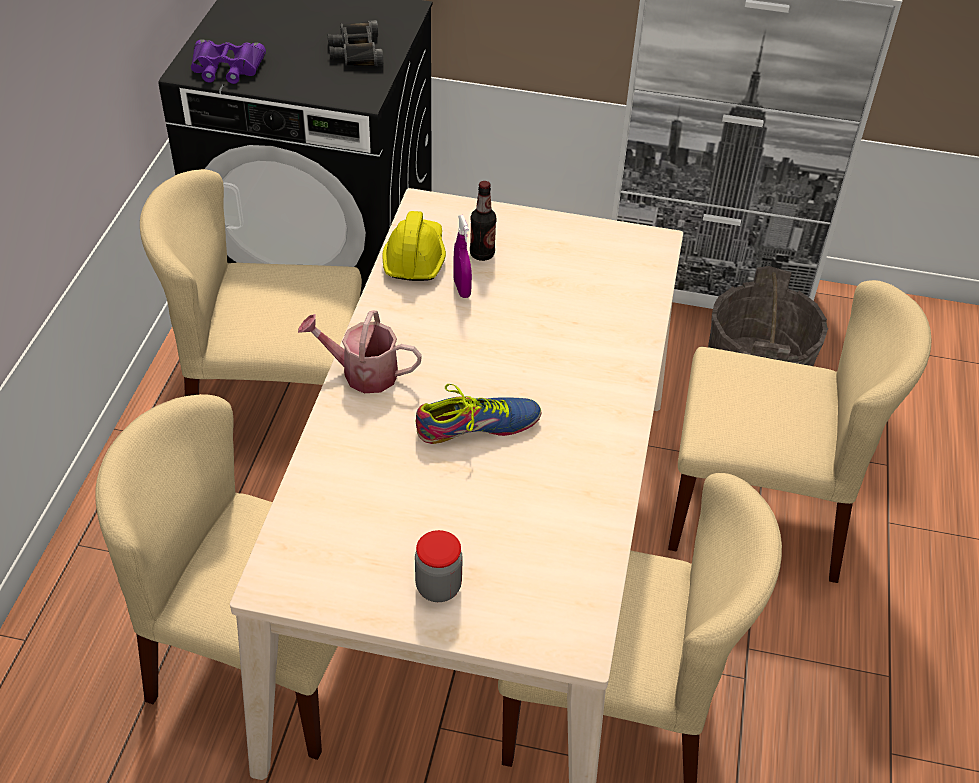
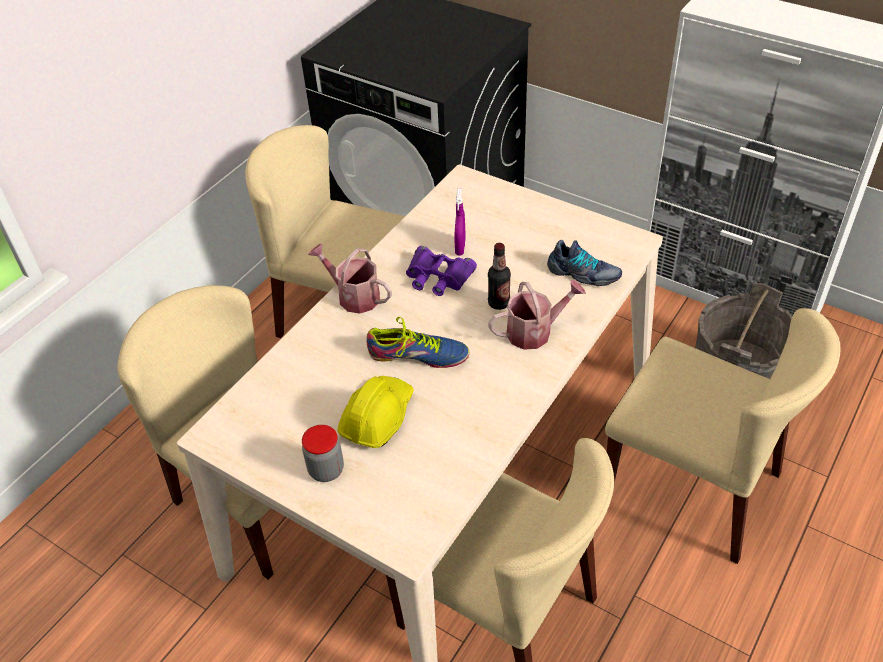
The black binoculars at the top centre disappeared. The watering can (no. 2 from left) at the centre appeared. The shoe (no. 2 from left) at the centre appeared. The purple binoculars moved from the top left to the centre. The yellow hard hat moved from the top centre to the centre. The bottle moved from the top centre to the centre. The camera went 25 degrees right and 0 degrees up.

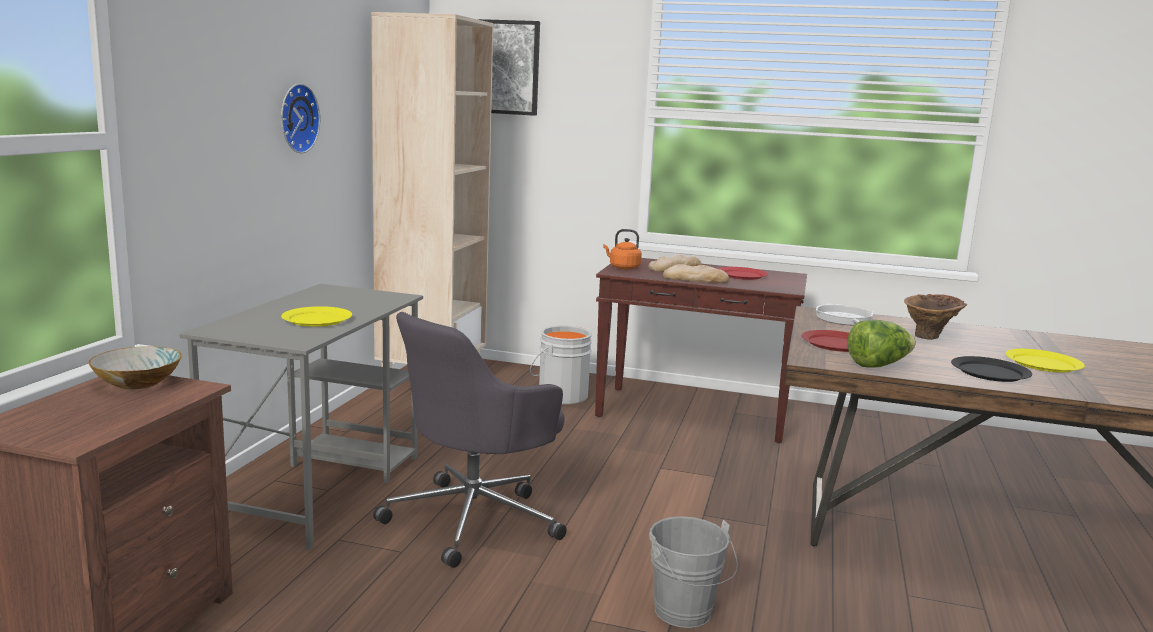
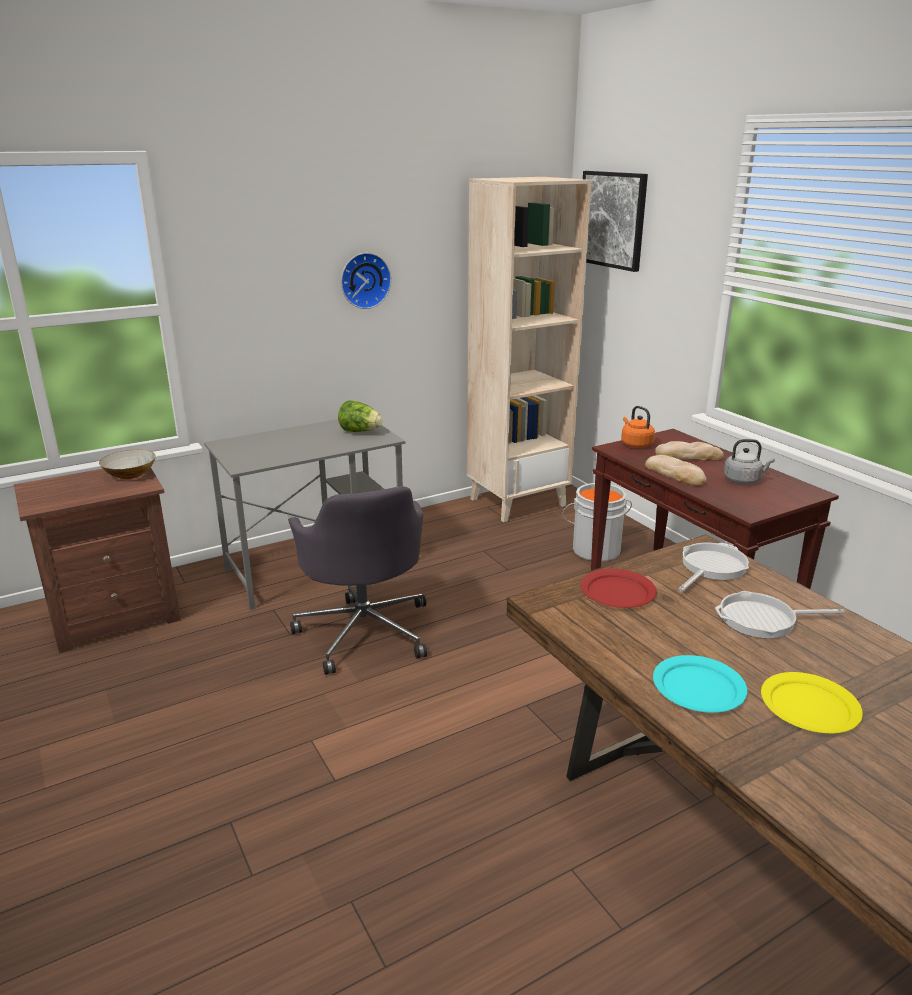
The yellow plate (no. 1 from left) at the middle left disappeared. The grey bucket (no. 2 from left) at the bottom centre disappeared. The lettuce moved from the middle right to the centre. The red plate (no. 1 from left) at the centre was replaced by the grey kettle at the middle right. The brown vase at the middle right was replaced by the frying pan (no. 2 from left) at the middle right. The black plate at the middle right became the turquoise plate at the bottom right. The grey office chair at the bottom centre turned 105 degrees counterclockwise. The camera went 45 degrees right and 10 degrees up.

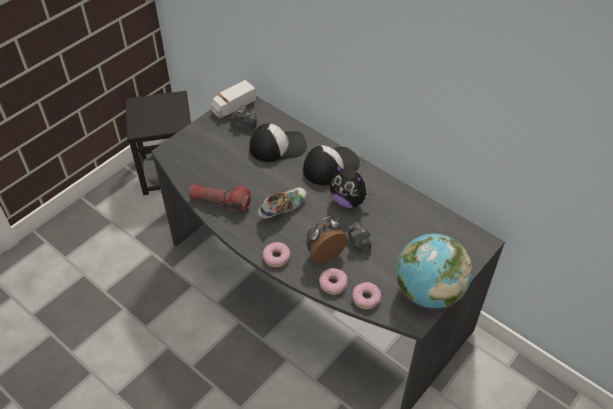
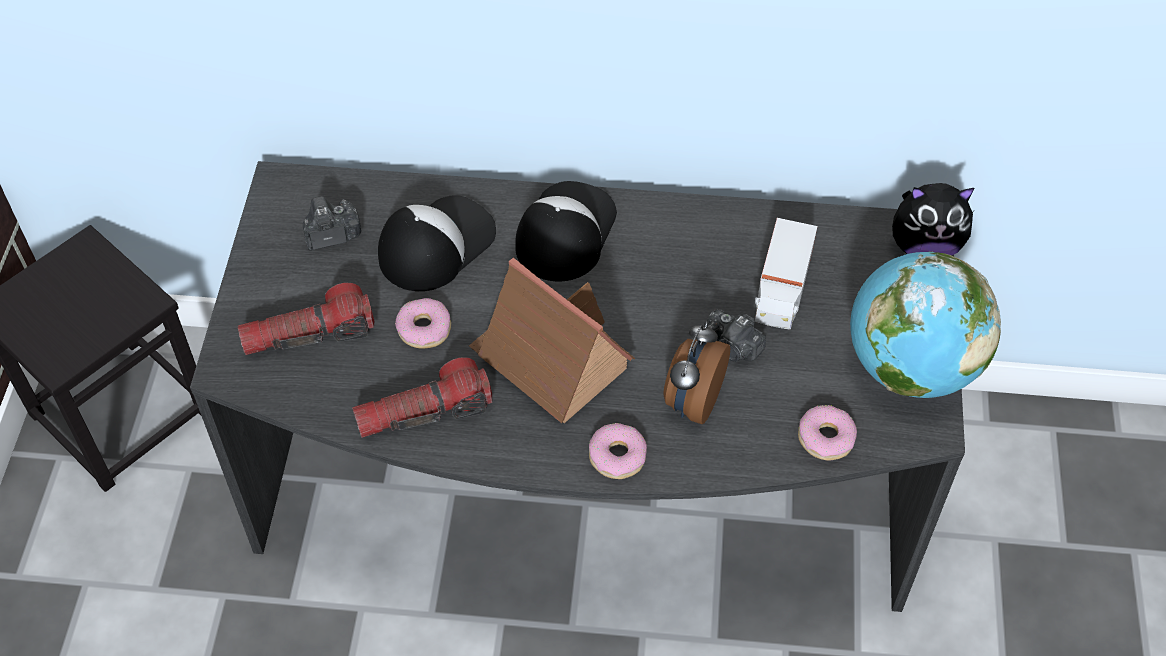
The flashlight (no. 1 from left) at the middle left appeared. The toy truck moved from the top centre to the middle right. The donut (no. 2 from left in the first image) moved from the bottom centre to the centre. The plush toy moved from the centre to the middle right. The shoe at the centre was replaced by the toy house at the centre. The camera went 35 degrees left and 5 degrees up.

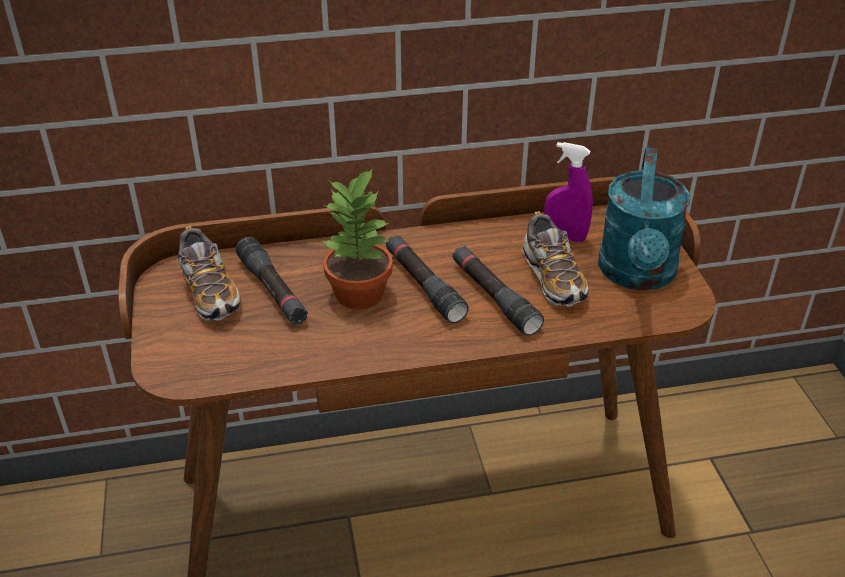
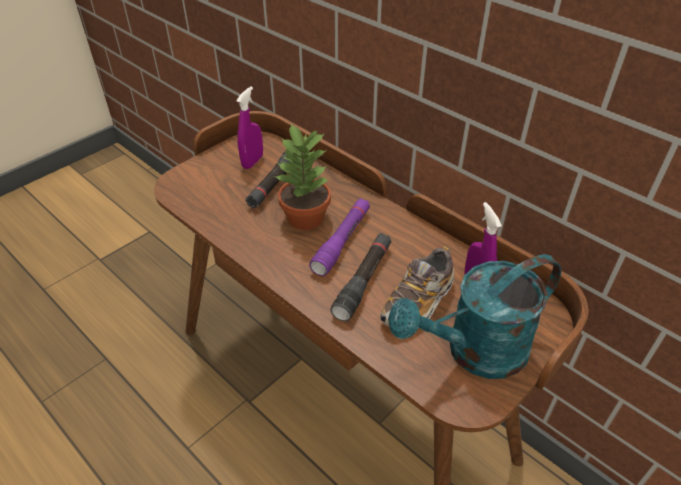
The shoe (no. 1 from left) at the middle left was replaced by the purple spray bottle (no. 1 from left) at the top centre. The black flashlight (no. 2 from left) at the centre became the purple flashlight at the centre. The camera went 55 degrees right and 5 degrees up.

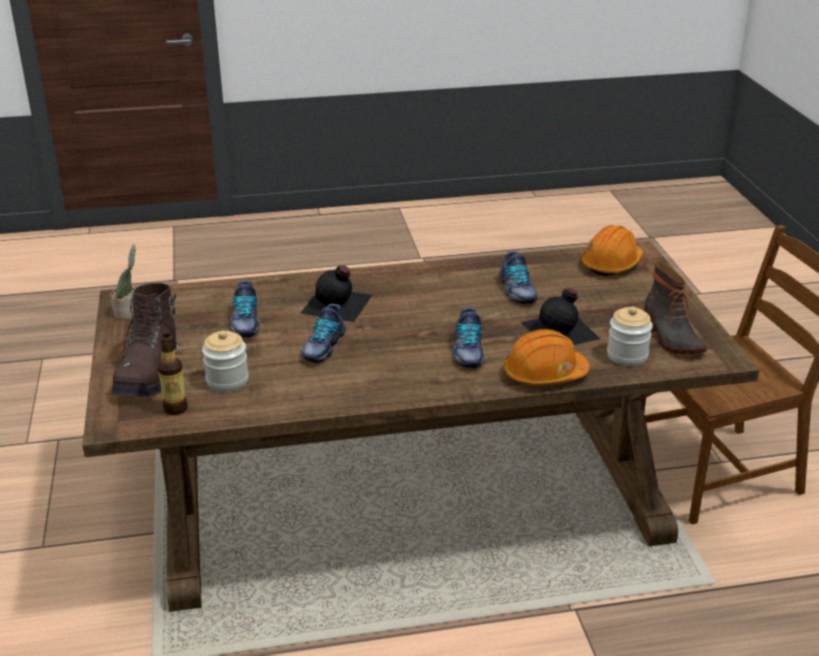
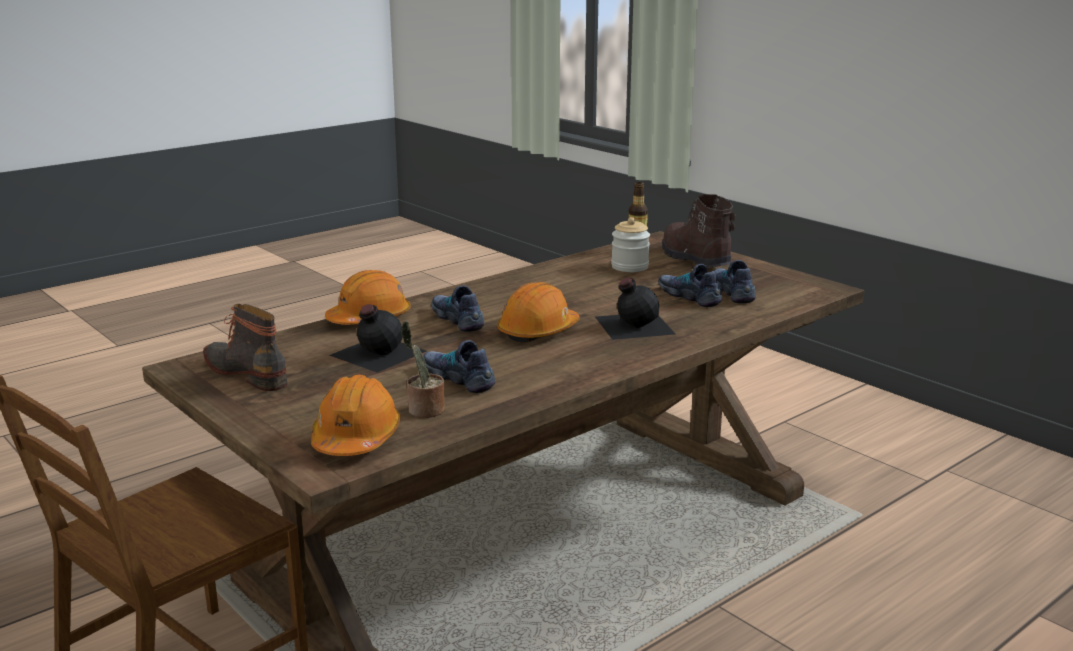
The jar (no. 2 from left) at the middle right disappeared. The orange hard hat (no. 3 from left) at the centre appeared. The potted plant moved from the middle left to the centre. The shoe (no. 2 from left in the first image) moved from the centre to the middle right. The camera went 150 degrees right and 10 degrees down.

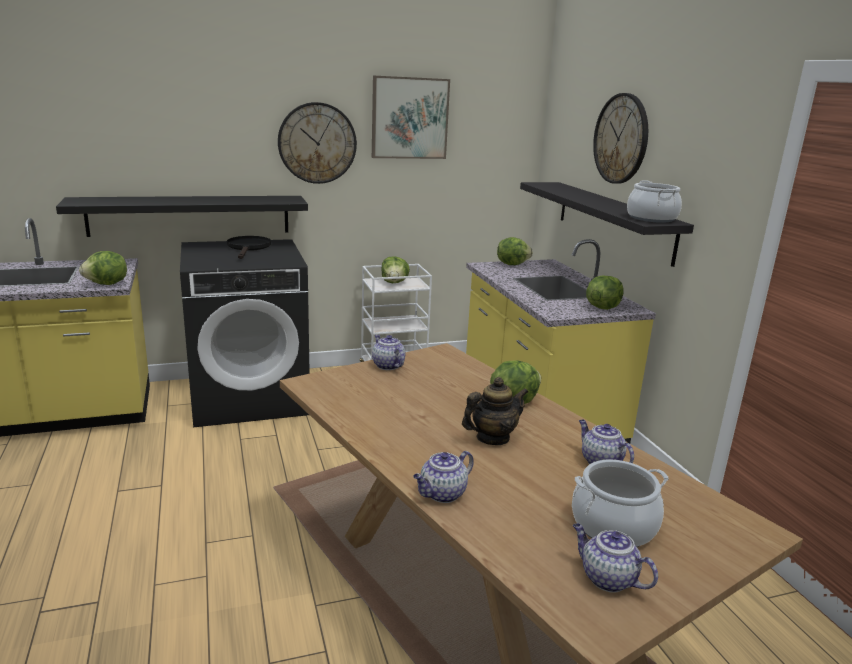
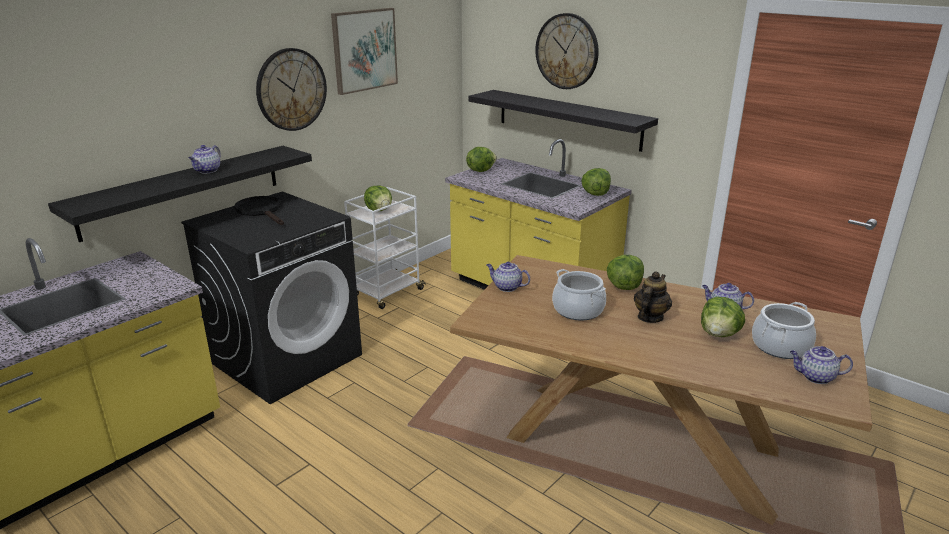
The lettuce (no. 1 from left in the first image) moved from the middle left to the middle right. The teapot (no. 2 from left in the first image) moved from the bottom centre to the top left. The cooking pot (no. 2 from left in the first image) moved from the top right to the centre. The camera went 30 degrees left and 5 degrees up.

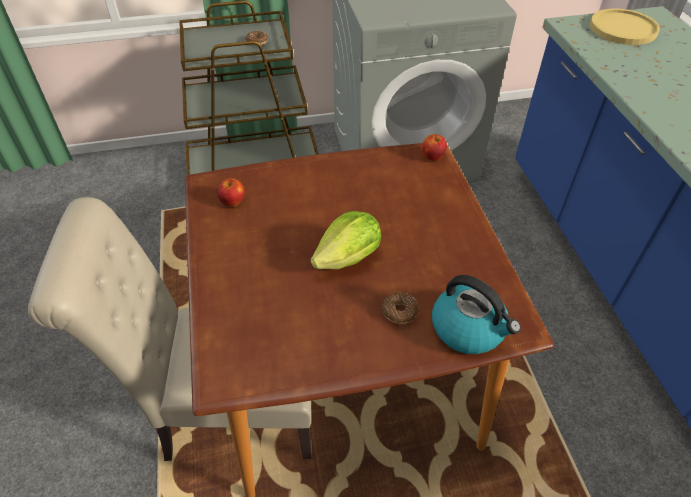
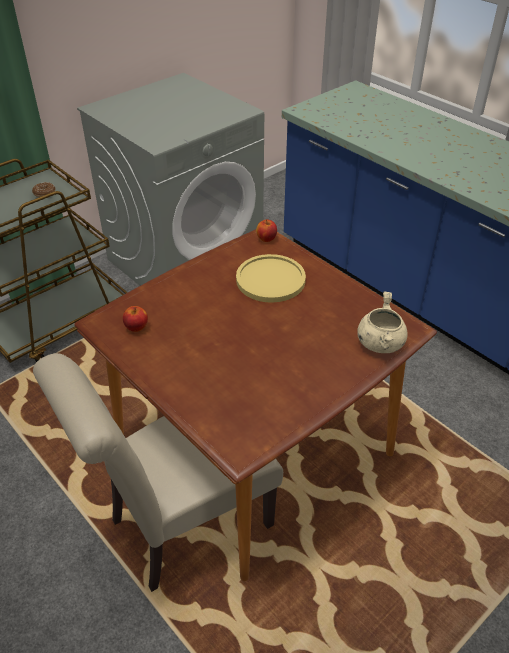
The lettuce at the centre disappeared. The donut (no. 2 from left) at the centre disappeared. The yellow plate moved from the top right to the centre. The kettle at the middle right was replaced by the beige cooking pot at the middle right. The camera went 30 degrees left and 5 degrees down.

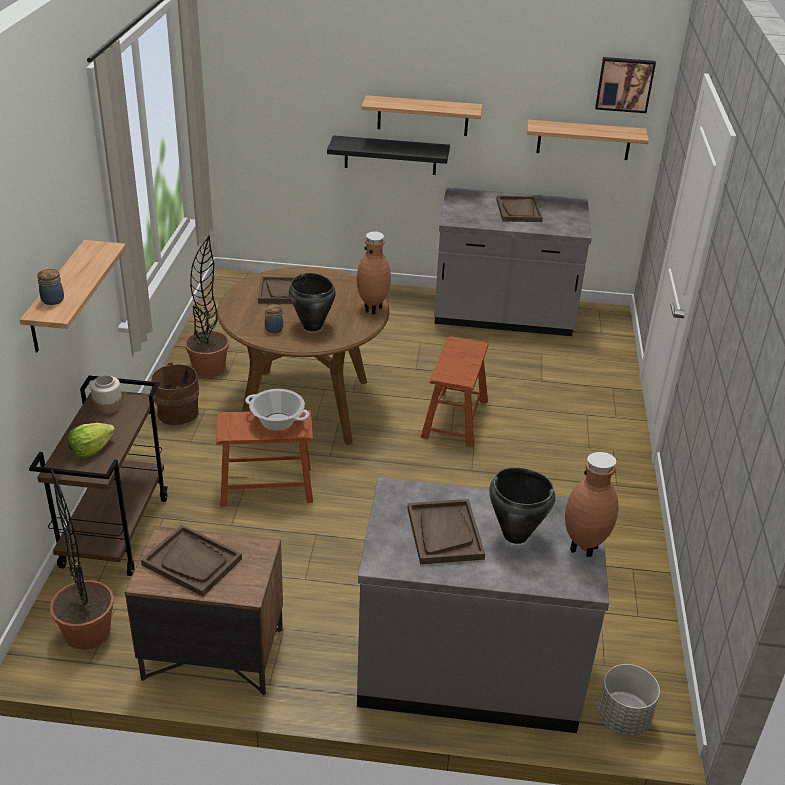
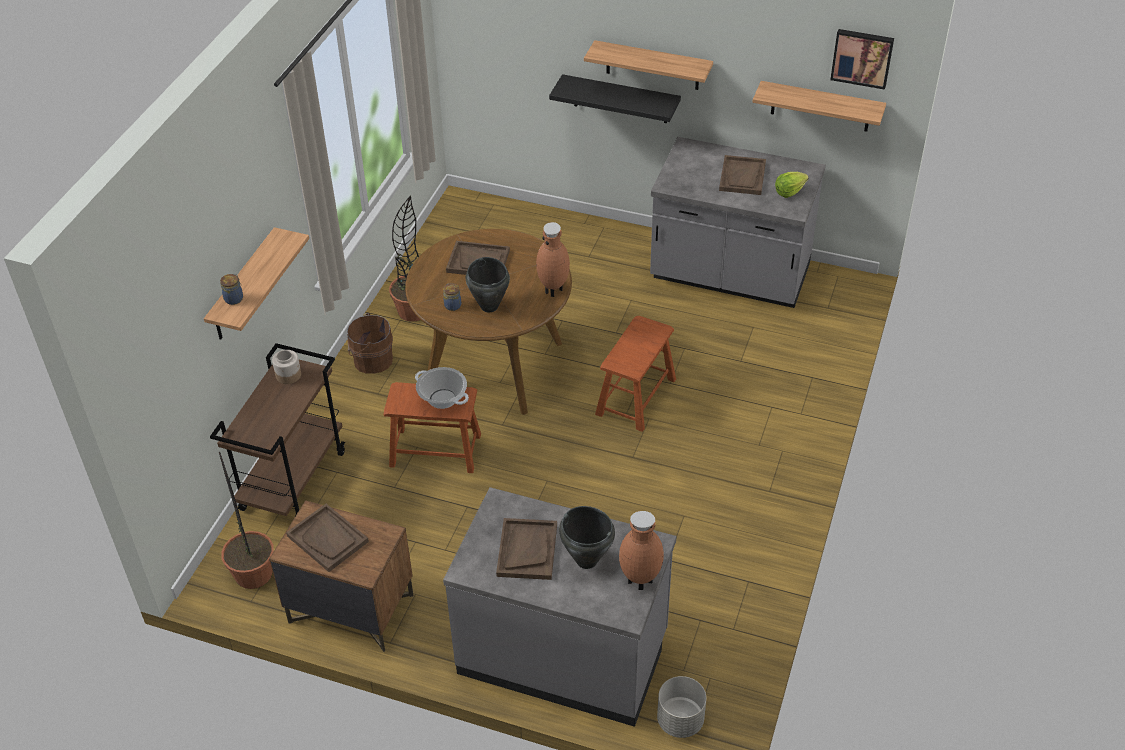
The lettuce moved from the middle left to the top right. The camera went 15 degrees right and 10 degrees up.

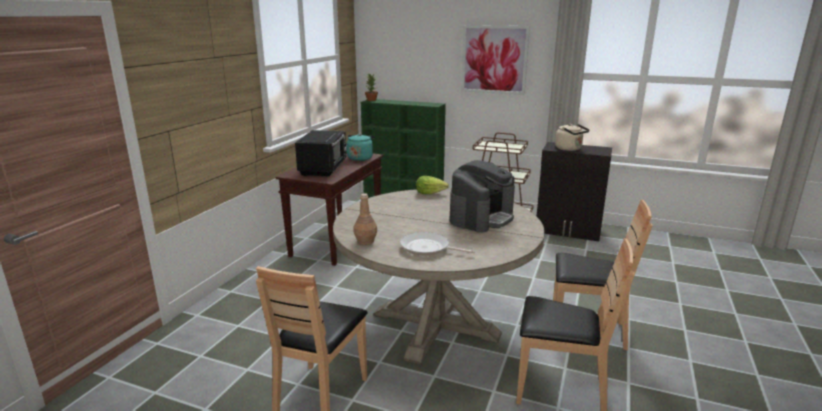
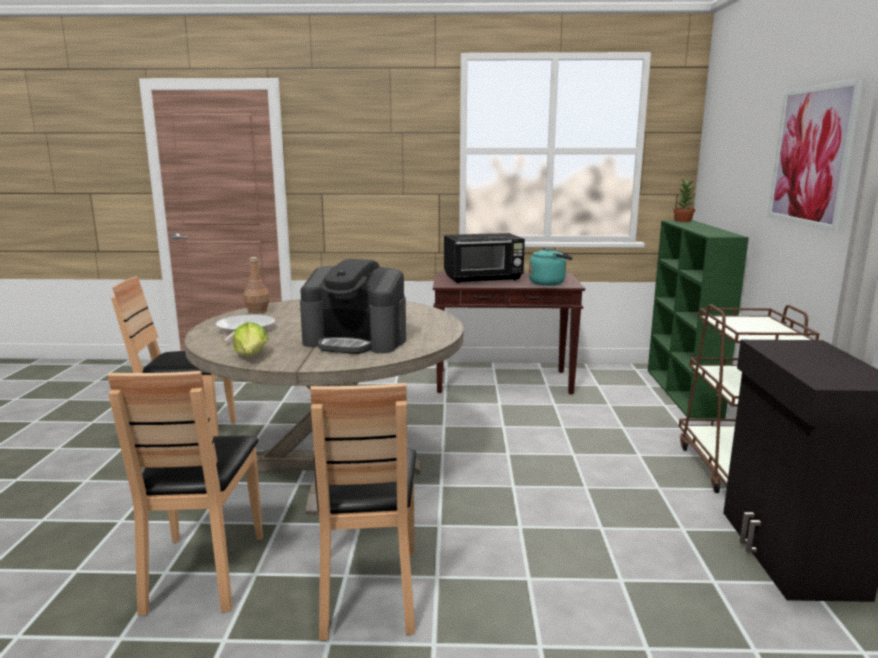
The beige kettle at the middle right disappeared. The lettuce moved from the centre to the middle left. The camera went 70 degrees right and 5 degrees down.

